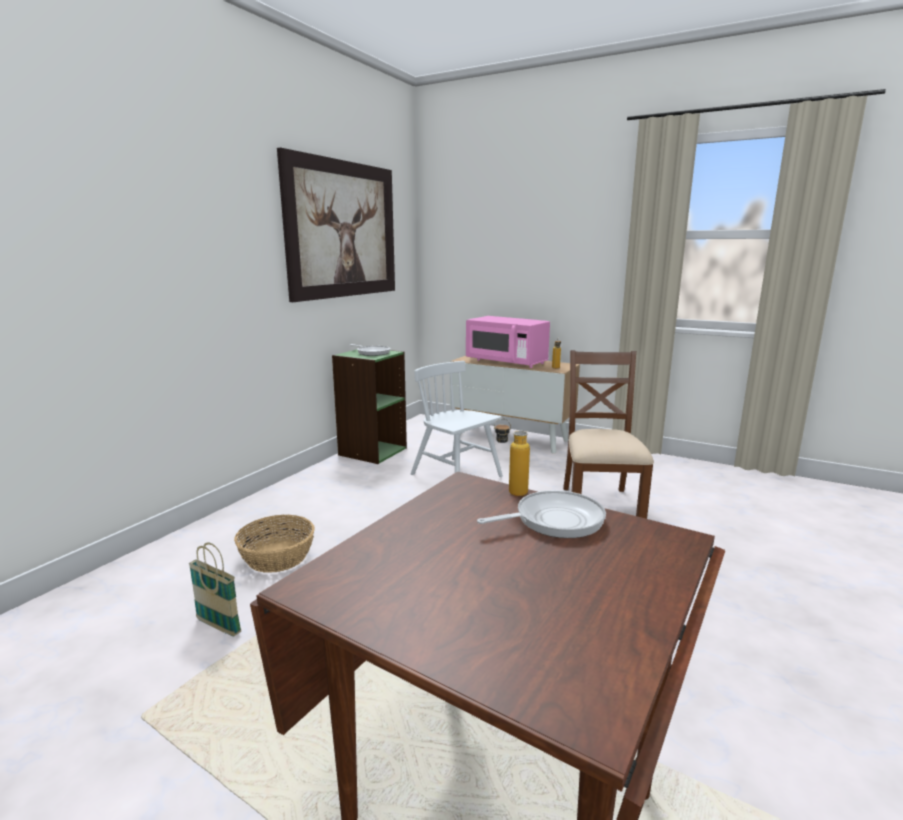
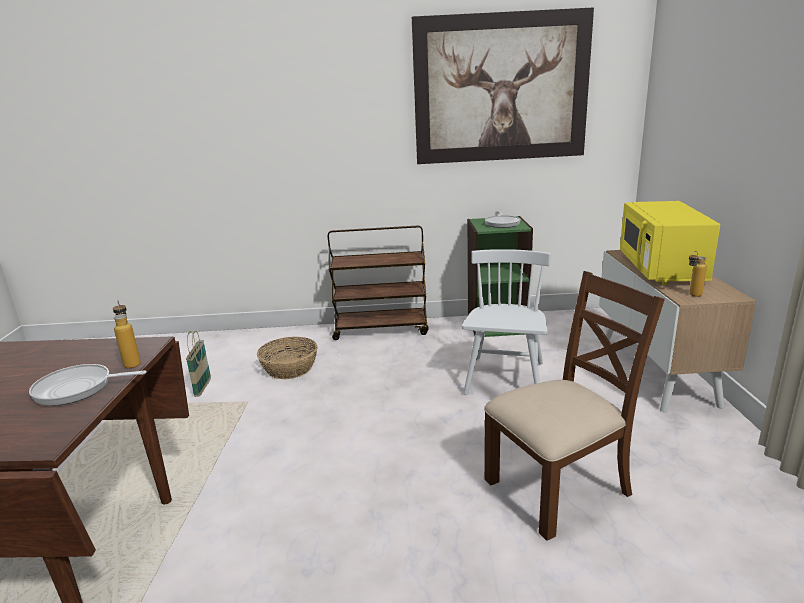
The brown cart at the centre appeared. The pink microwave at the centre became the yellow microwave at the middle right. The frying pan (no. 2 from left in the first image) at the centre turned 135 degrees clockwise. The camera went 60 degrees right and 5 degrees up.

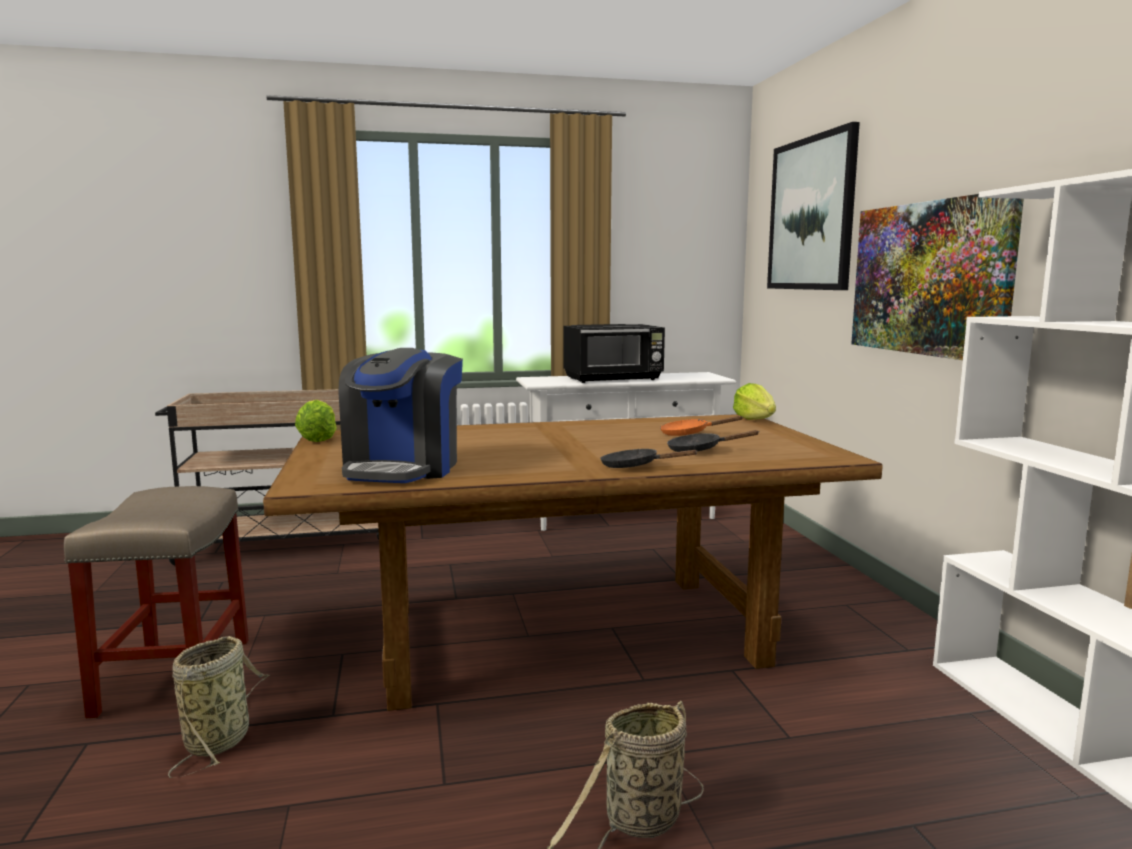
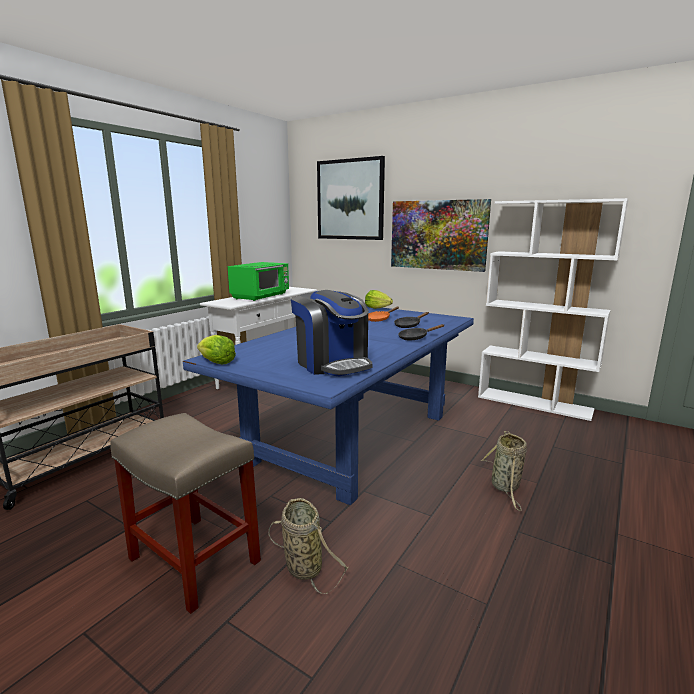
The brown dining table at the centre became the blue dining table at the centre. The black microwave at the centre became the green microwave at the centre. The camera went 45 degrees left and 5 degrees up.

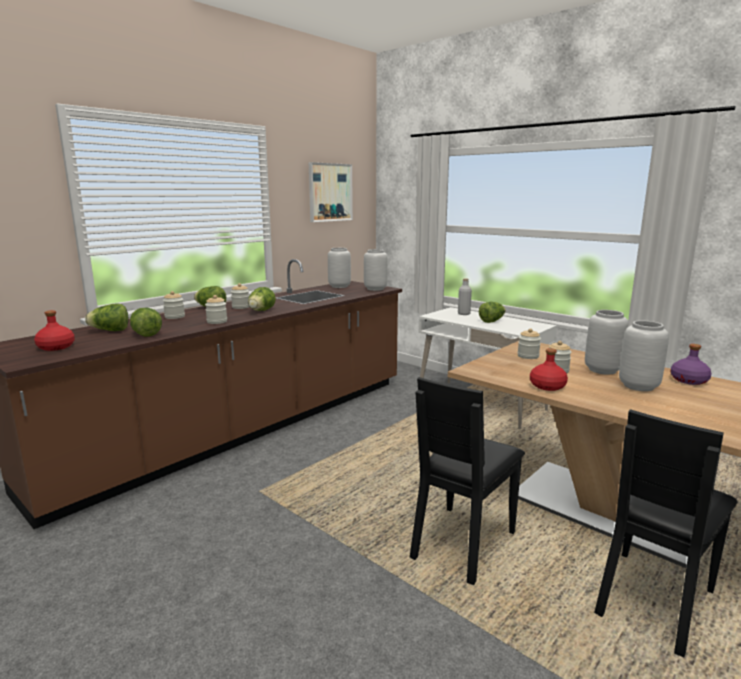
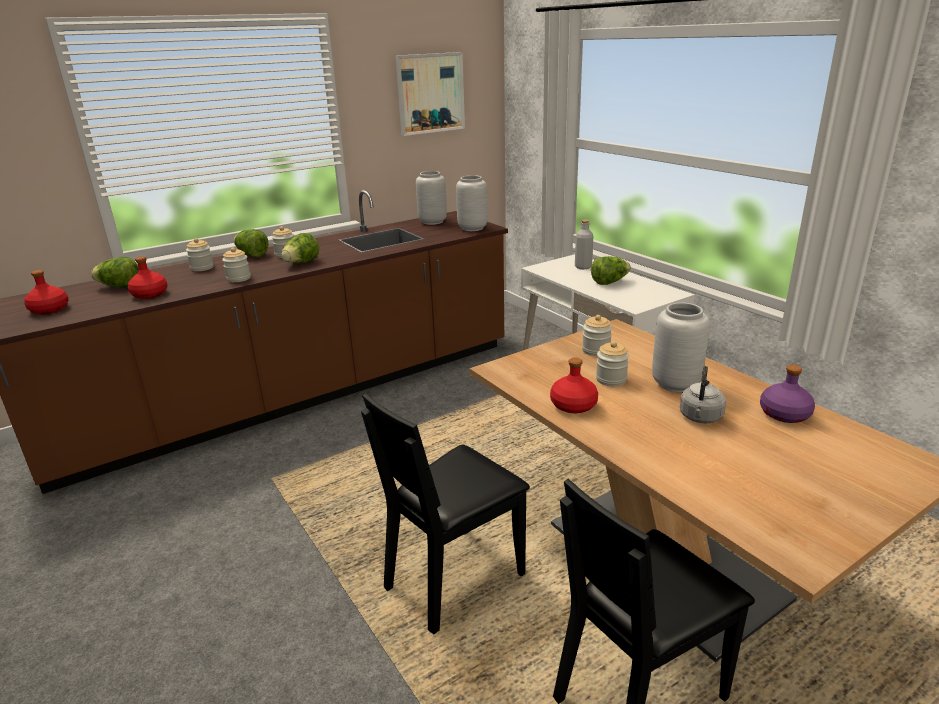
The lettuce (no. 2 from left) at the middle left was replaced by the red bottle (no. 2 from left) at the middle left. The grey vase (no. 4 from left) at the middle right was replaced by the grey kettle at the middle right. The camera went 15 degrees right and 10 degrees up.

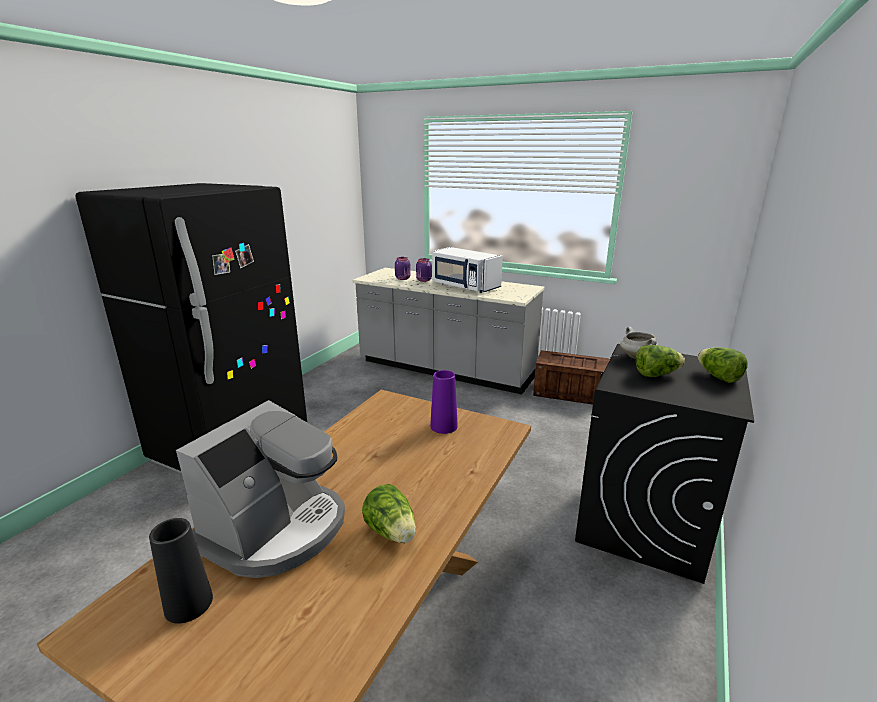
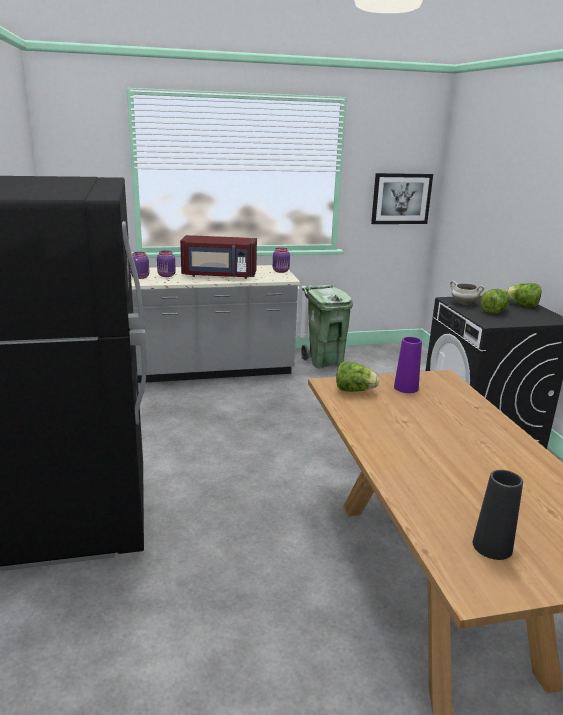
The coffee machine at the bottom left disappeared. The purple jar (no. 3 from left) at the centre appeared. The picture at the top right appeared. The lettuce (no. 1 from left) moved from the bottom centre to the centre. The crate at the centre was replaced by the green trash can at the centre. The white microwave at the centre became the red microwave at the centre. The camera went 40 degrees left and 0 degrees up.

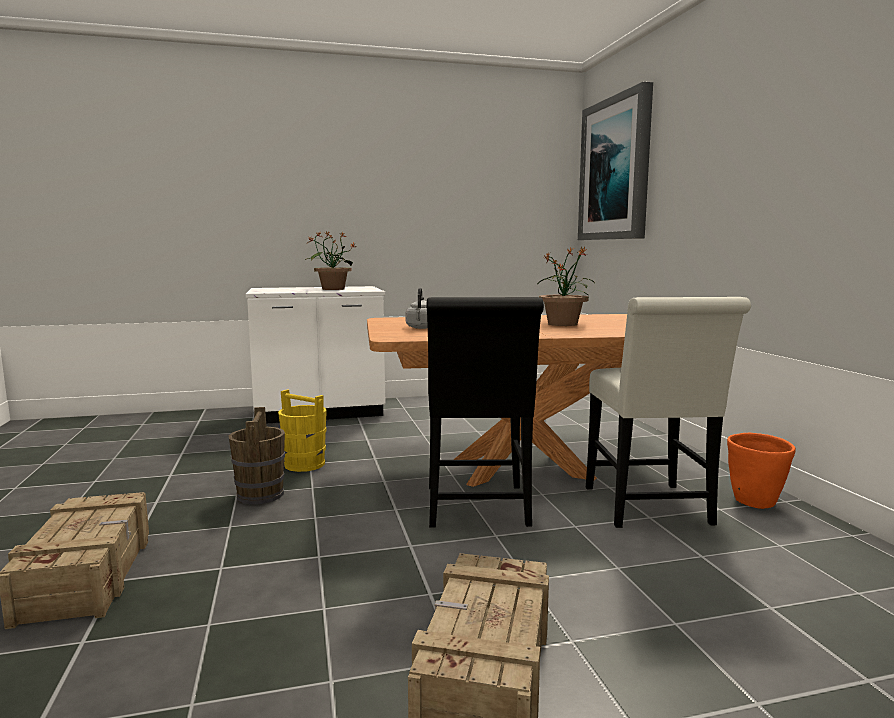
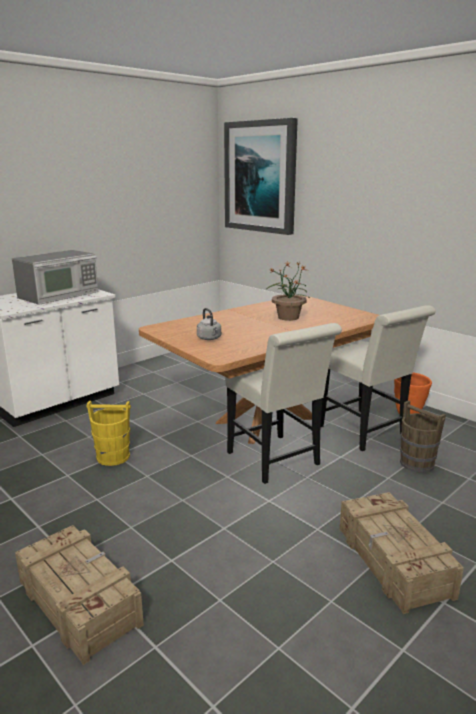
The brown bucket moved from the middle left to the middle right. The potted plant (no. 1 from left) at the centre was replaced by the microwave at the middle left. The black chair at the centre became the white chair (no. 1 from left) at the centre. The camera went 30 degrees left and 10 degrees up.

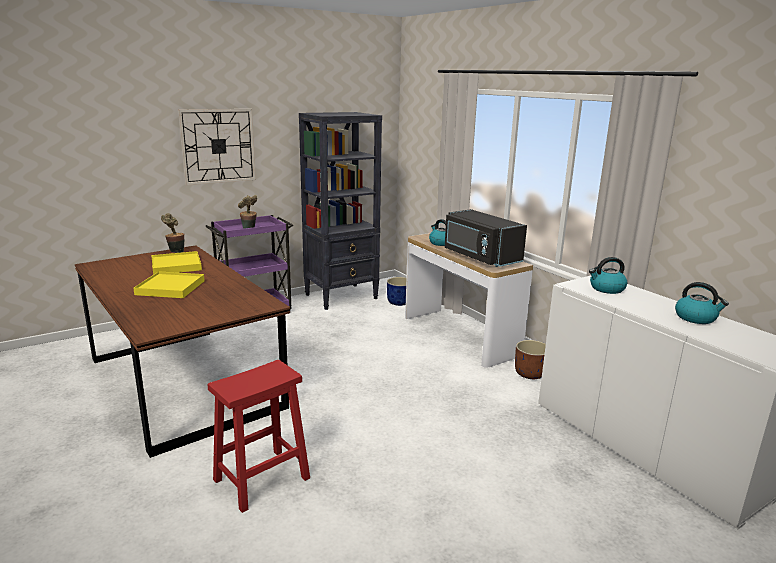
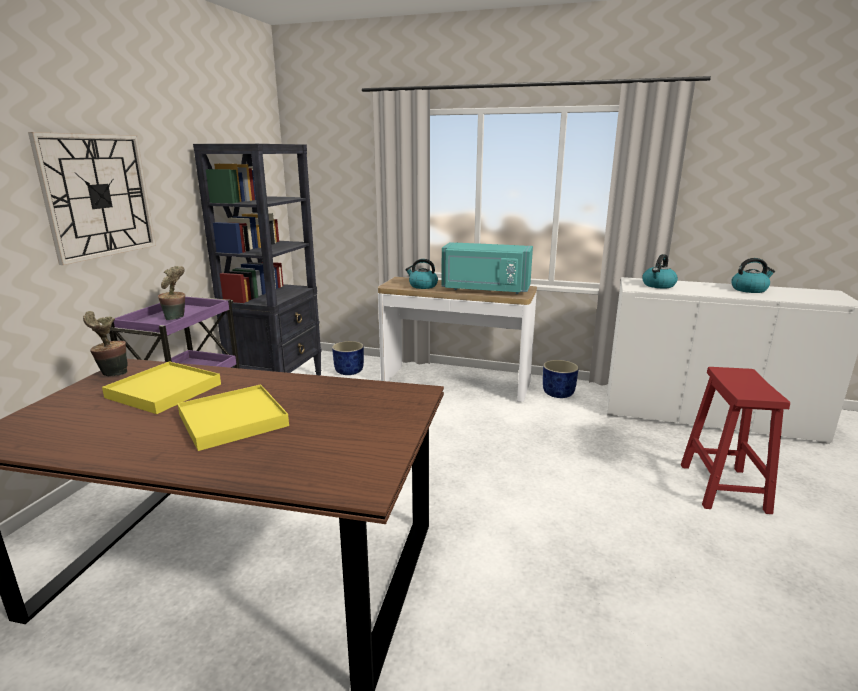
The red stool moved from the bottom centre to the middle right. The black microwave at the centre became the turquoise microwave at the centre. The brown planter at the middle right became the blue planter (no. 2 from left) at the centre. The camera went 40 degrees left and 0 degrees up.

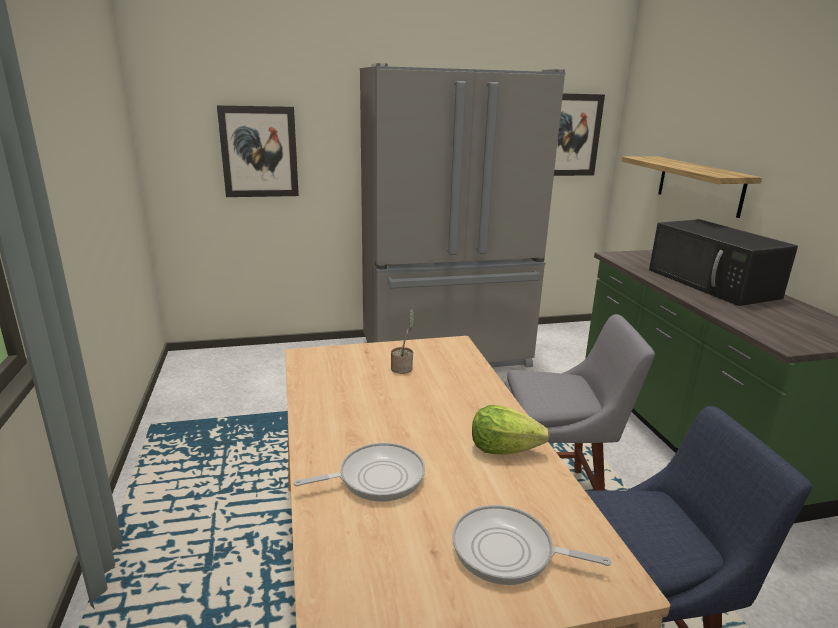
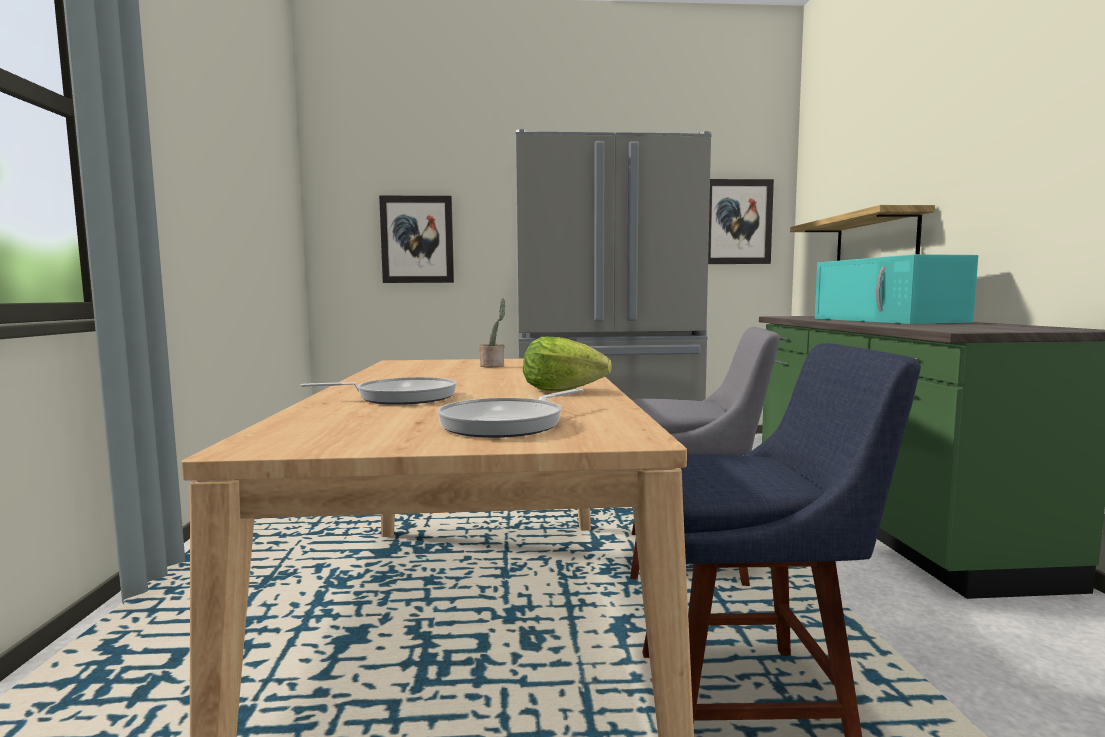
The black microwave at the middle right became the turquoise microwave at the middle right. The frying pan (no. 2 from left) at the bottom centre turned 75 degrees counterclockwise. The camera went 10 degrees right and 15 degrees down.

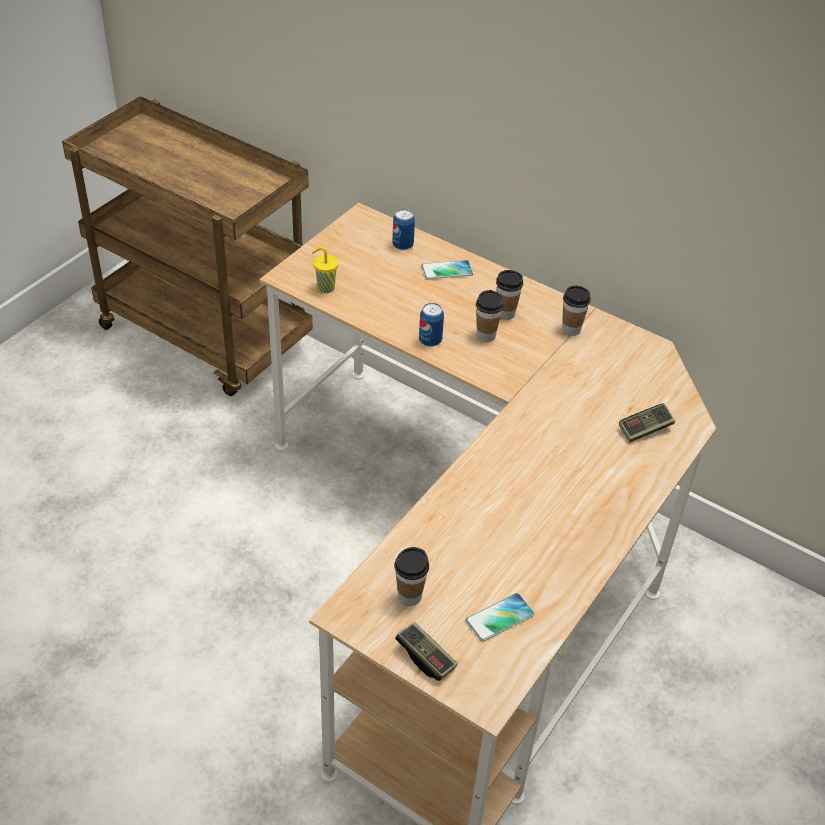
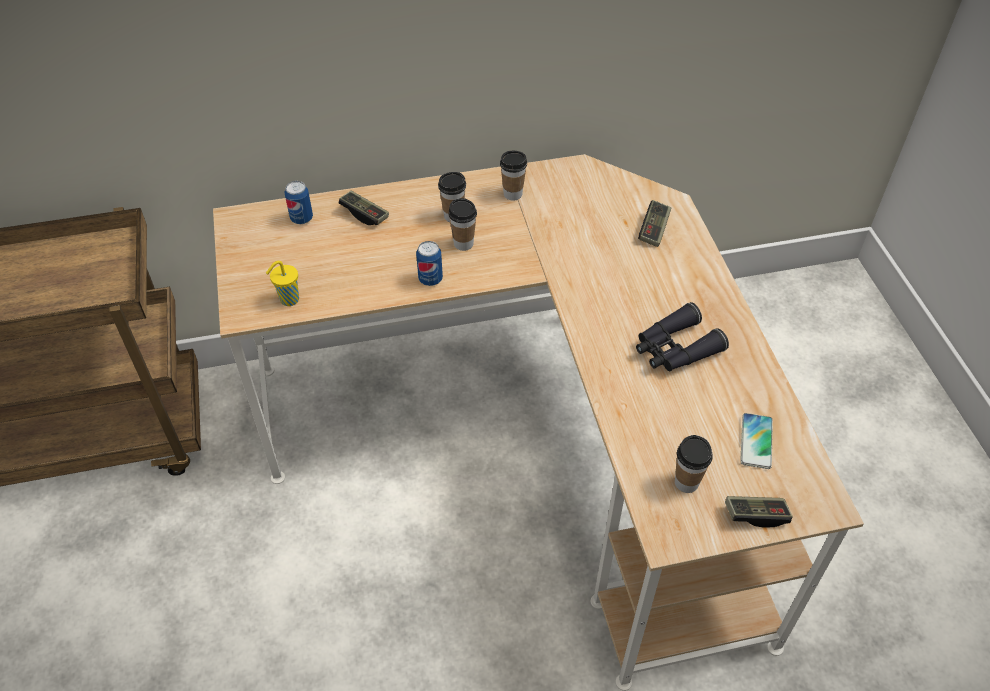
The black binoculars at the middle right appeared. The phone (no. 1 from left) at the top centre was replaced by the game controller (no. 1 from left) at the top centre. The camera went 45 degrees left and 5 degrees up.

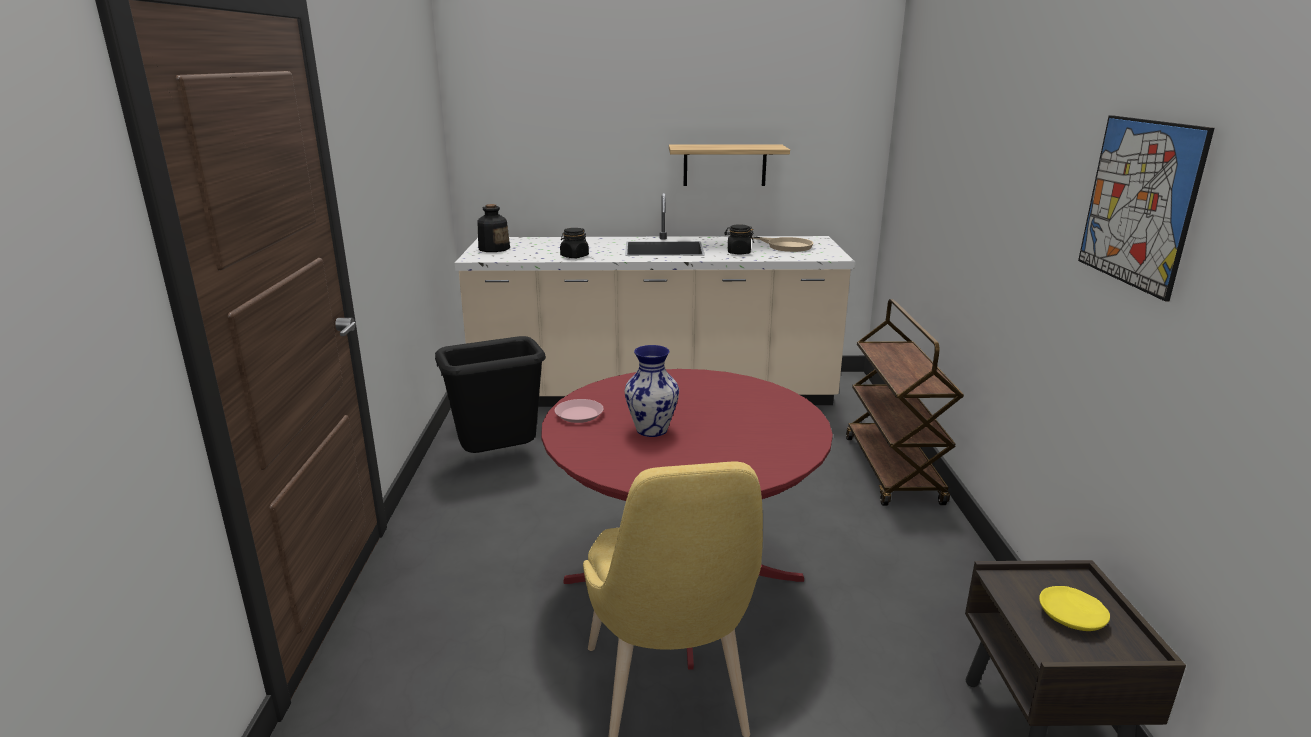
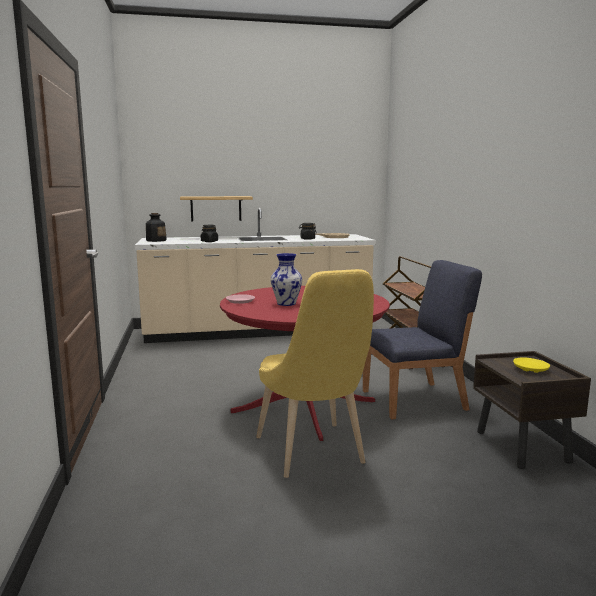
The black trash can at the centre disappeared. The picture at the top right disappeared. The blue chair at the middle right appeared. The shelf moved from the top centre to the centre. The camera went 10 degrees left and 10 degrees down.

